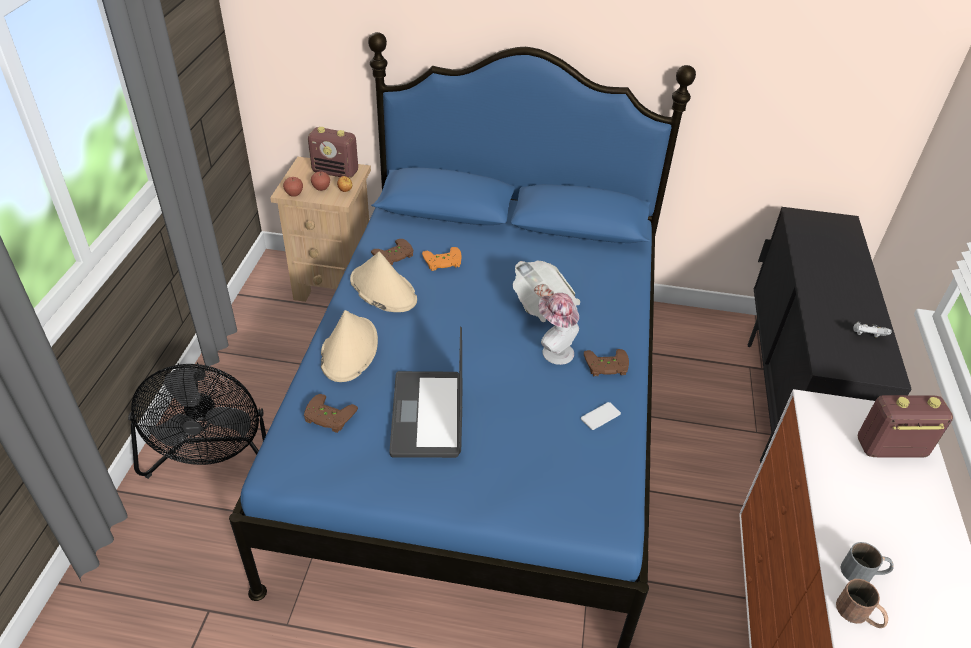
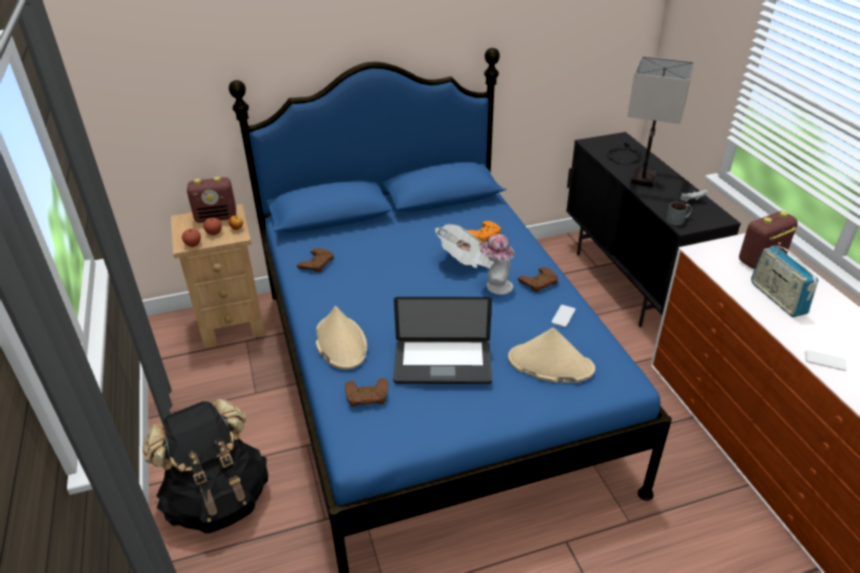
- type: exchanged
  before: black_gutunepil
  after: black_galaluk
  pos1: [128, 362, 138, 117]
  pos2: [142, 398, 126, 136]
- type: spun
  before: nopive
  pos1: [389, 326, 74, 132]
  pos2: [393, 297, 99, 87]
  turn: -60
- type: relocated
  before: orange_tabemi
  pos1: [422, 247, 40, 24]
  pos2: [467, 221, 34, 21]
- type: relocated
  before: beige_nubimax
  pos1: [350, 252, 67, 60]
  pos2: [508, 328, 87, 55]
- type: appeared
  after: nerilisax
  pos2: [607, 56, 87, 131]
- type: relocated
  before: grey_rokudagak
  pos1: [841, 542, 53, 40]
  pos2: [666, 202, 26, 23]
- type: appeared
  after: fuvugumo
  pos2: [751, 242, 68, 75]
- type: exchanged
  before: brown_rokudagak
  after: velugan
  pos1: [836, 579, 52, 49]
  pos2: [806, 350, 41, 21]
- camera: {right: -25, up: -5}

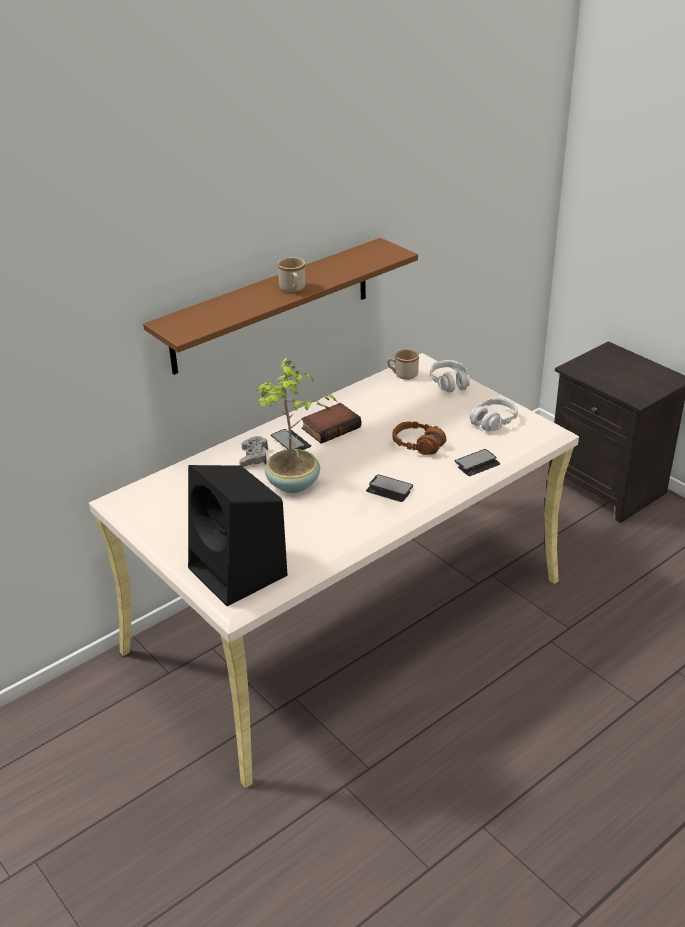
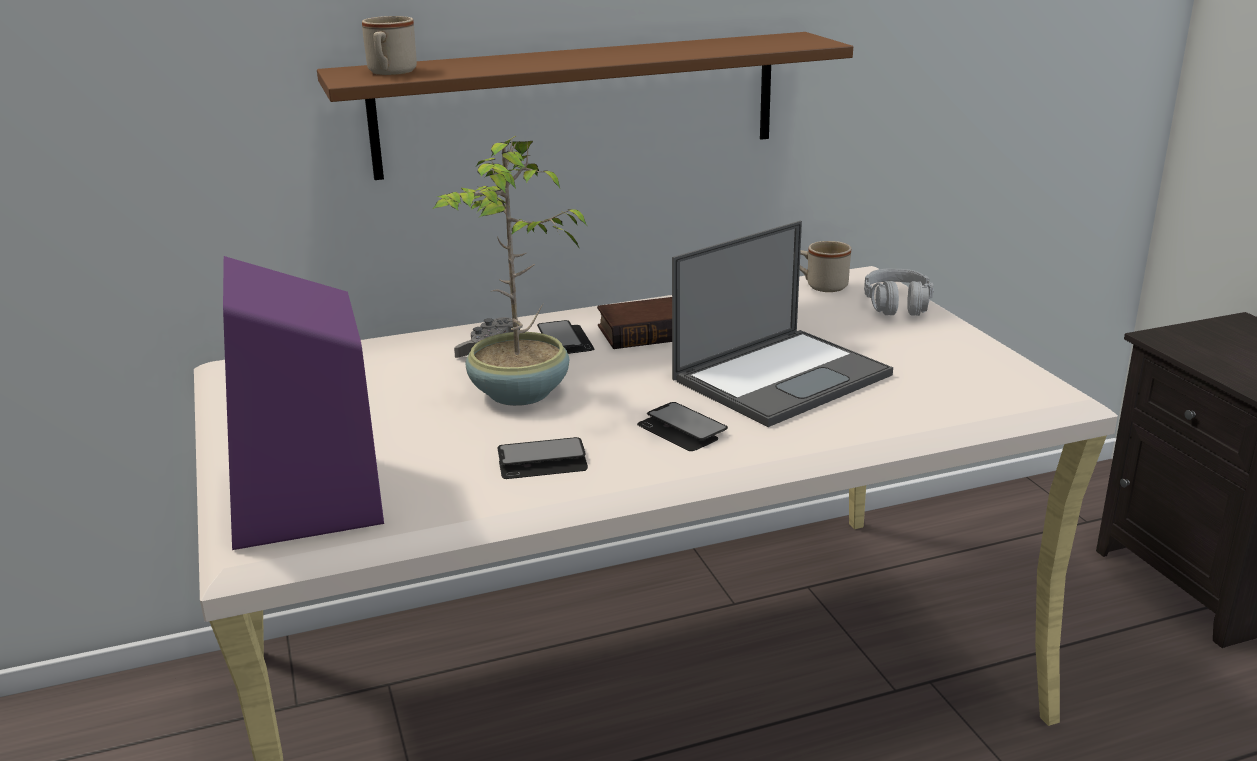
- type: colour
  before: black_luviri
  after: purple_luviri
  pos1: [188, 465, 100, 141]
  pos2: [223, 256, 161, 294]
- type: relocated
  before: beige_rokudagak
  pos1: [278, 257, 28, 35]
  pos2: [362, 16, 55, 59]
- type: relocated
  before: velugan
  pos1: [455, 449, 45, 27]
  pos2: [498, 437, 90, 42]
- type: exchanged
  before: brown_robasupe
  after: nopive
  pos1: [393, 421, 53, 34]
  pos2: [672, 221, 221, 206]
- type: missing
  before: grey_robasupe
  pos1: [470, 397, 48, 35]
- camera: {right: 20, up: -10}

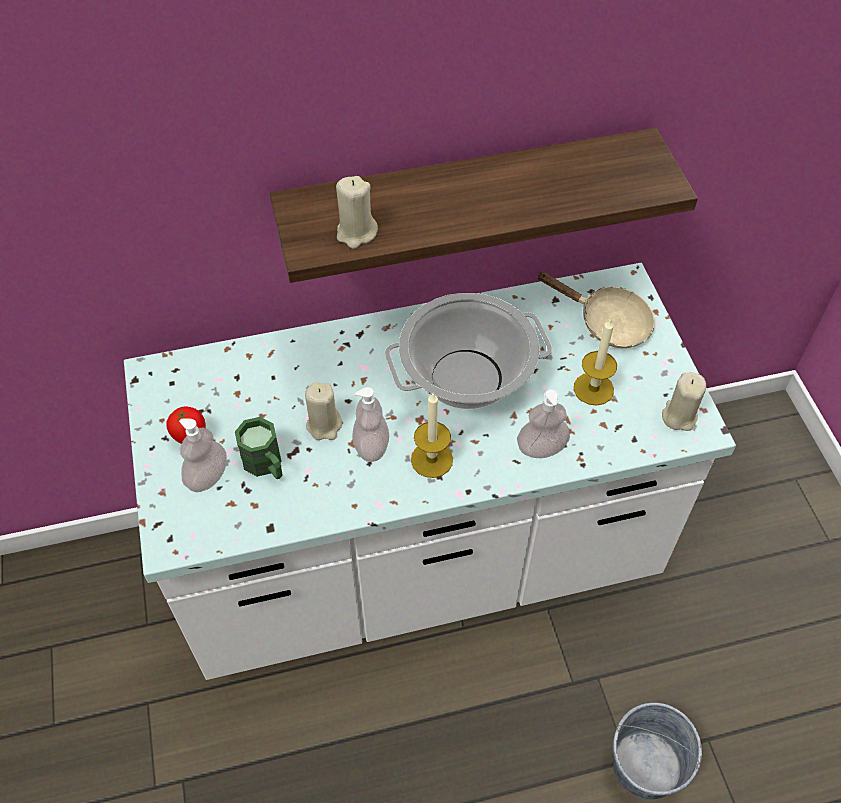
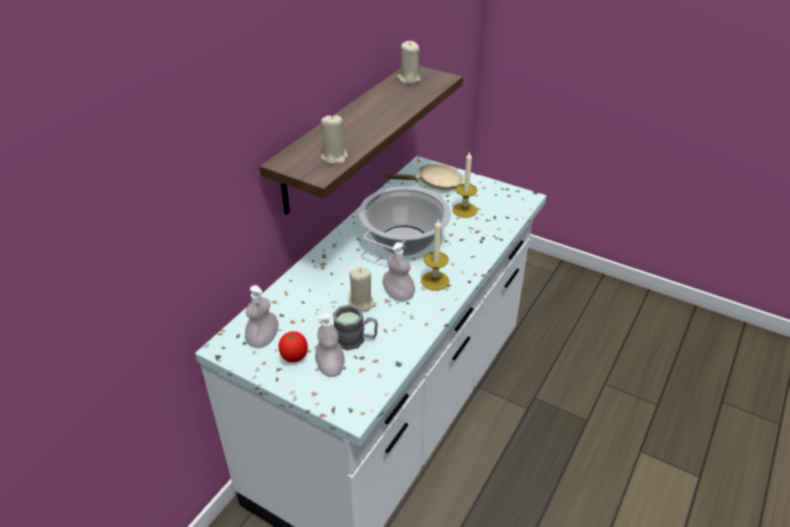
- type: relocated
  before: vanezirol
  pos1: [517, 389, 53, 69]
  pos2: [245, 285, 34, 63]
- type: colour
  before: green_rokudagak
  after: grey_rokudagak
  pos1: [235, 417, 48, 62]
  pos2: [333, 305, 45, 46]
- type: relocated
  before: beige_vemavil
  pos1: [662, 372, 44, 59]
  pos2: [397, 41, 24, 43]
- type: missing
  before: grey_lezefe
  pos1: [613, 702, 89, 98]
- camera: {right: -45, up: -15}

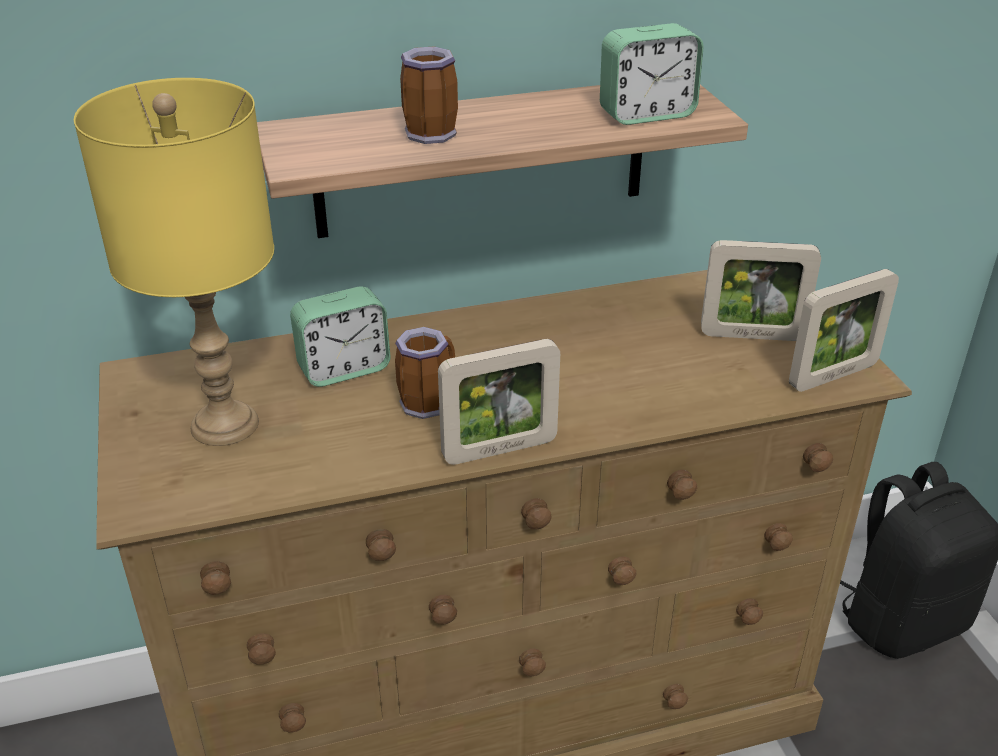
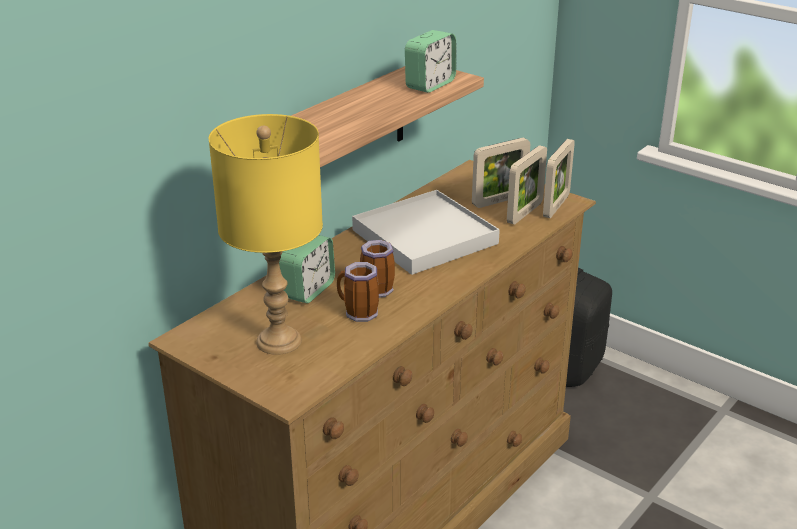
- type: relocated
  before: rokudagak
  pos1: [400, 46, 58, 98]
  pos2: [337, 262, 42, 60]
- type: appeared
  after: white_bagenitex
  pos2: [352, 190, 148, 85]
- type: relocated
  before: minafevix
  pos1: [438, 339, 122, 126]
  pos2: [507, 145, 40, 80]
- camera: {right: -35, up: -5}

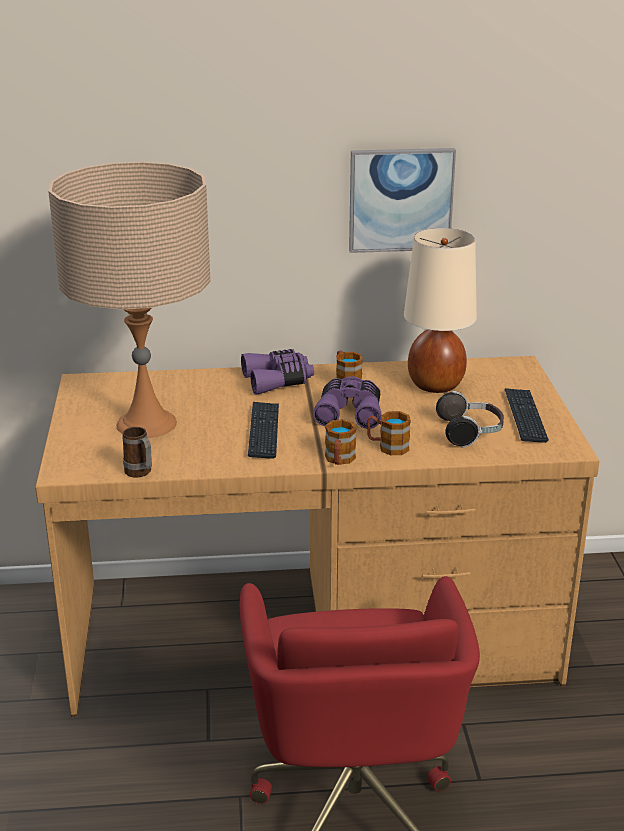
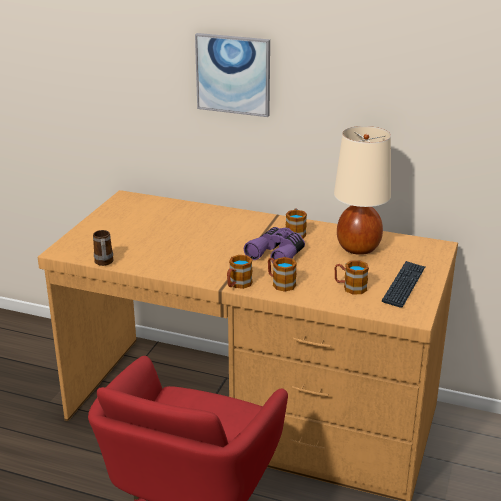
- type: relocated
  before: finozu
  pos1: [349, 148, 107, 105]
  pos2: [195, 33, 75, 84]
- type: exchanged
  before: robasupe
  after: rokudagak
  pos1: [436, 391, 68, 57]
  pos2: [334, 260, 35, 34]
- type: missing
  before: beige_nerilisax
  pos1: [48, 162, 163, 276]
- type: missing
  before: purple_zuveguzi
  pos1: [241, 349, 73, 46]
- type: missing
  before: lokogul
  pos1: [248, 402, 31, 57]
- camera: {right: 25, up: 0}

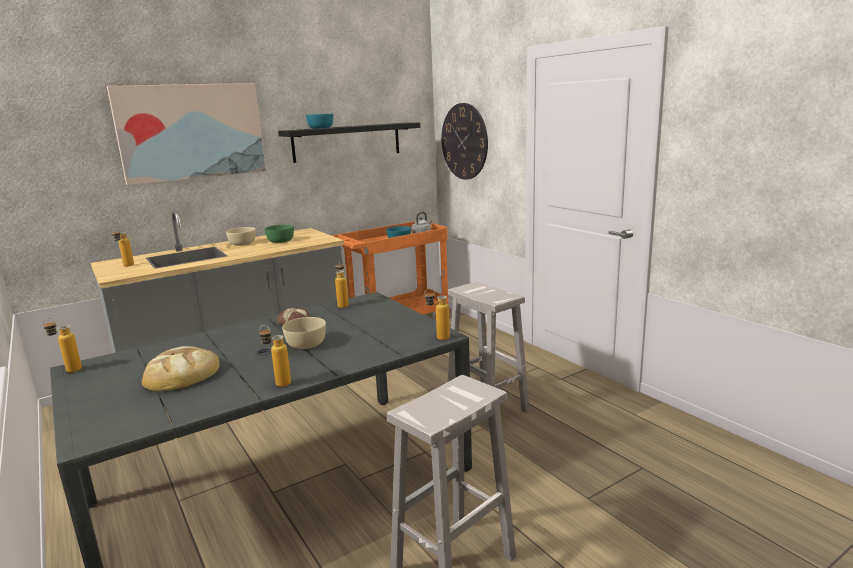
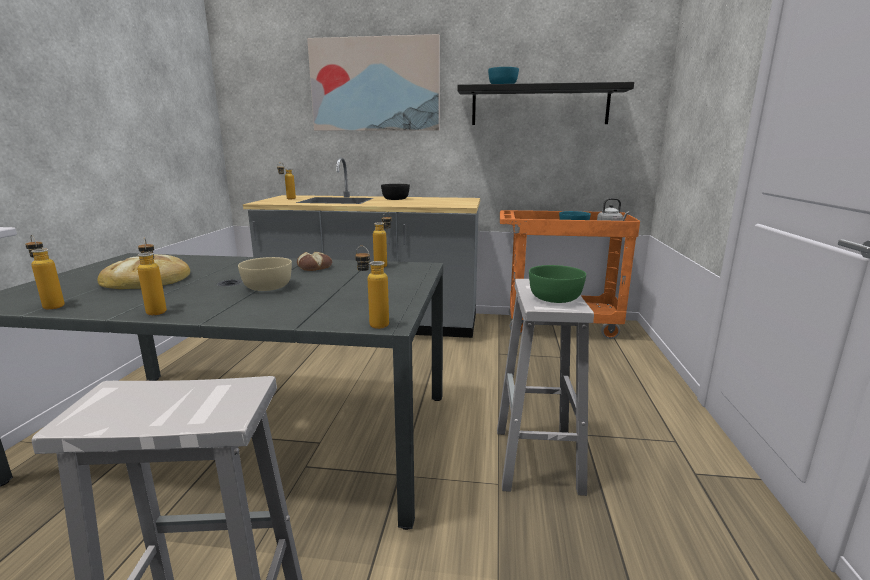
- type: relocated
  before: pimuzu
  pos1: [43, 318, 39, 55]
  pos2: [25, 235, 40, 75]
- type: colour
  before: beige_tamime
  after: black_tamime
  pos1: [226, 227, 30, 19]
  pos2: [381, 184, 29, 16]
- type: relocated
  before: green_tamime
  pos1: [265, 224, 29, 19]
  pos2: [529, 265, 57, 38]
- type: missing
  before: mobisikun
  pos1: [441, 103, 47, 77]
- camera: {right: 40, up: 0}

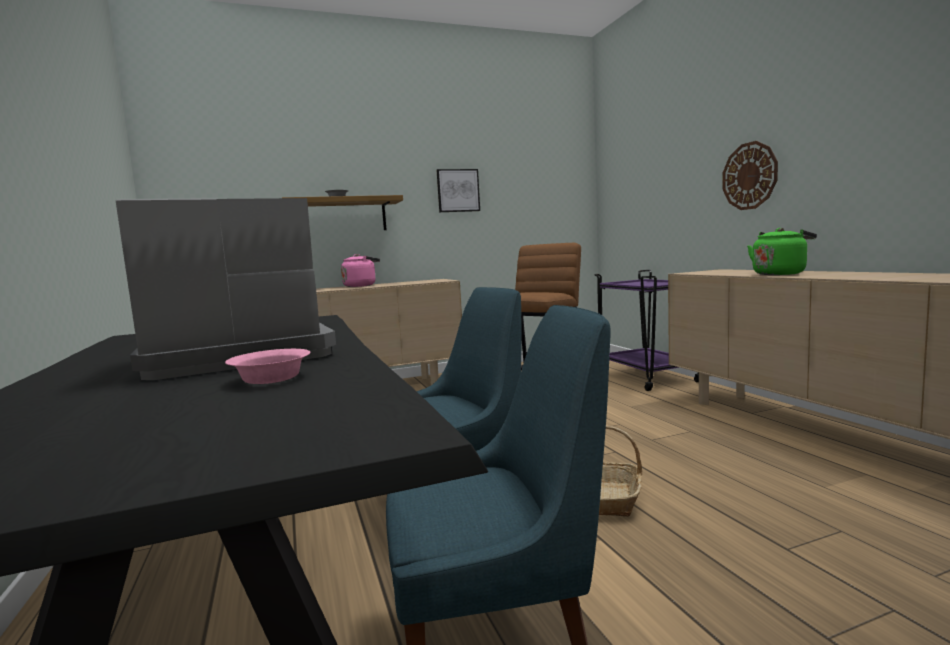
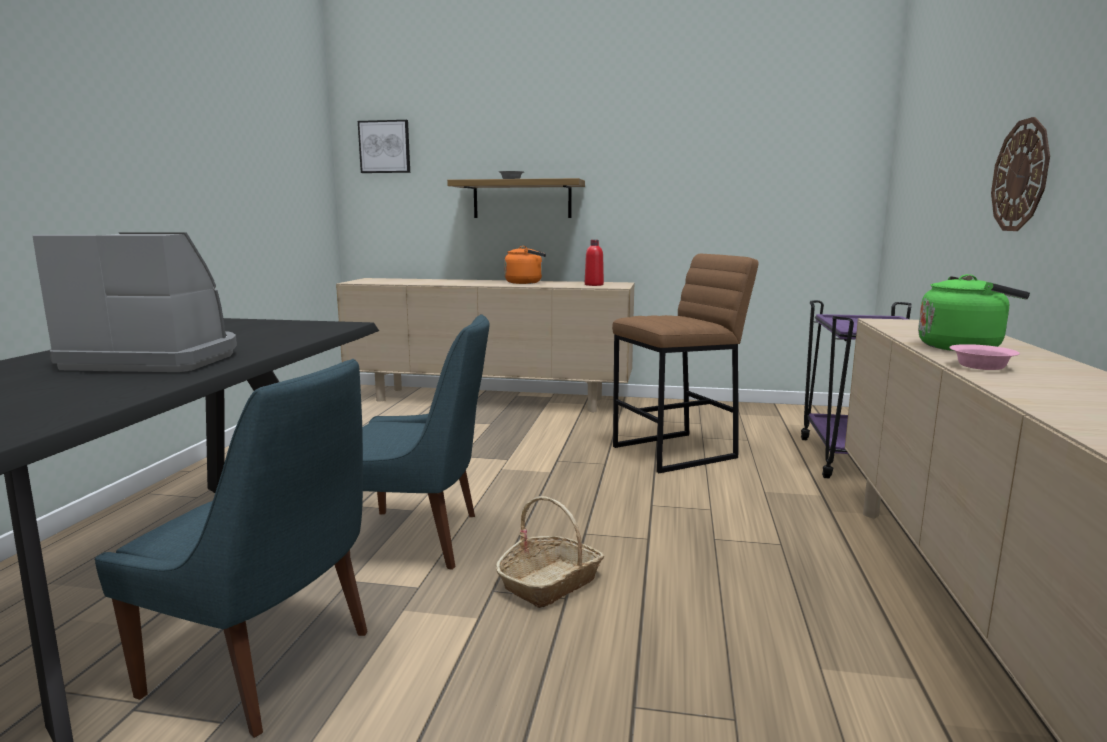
- type: relocated
  before: finozu
  pos1: [437, 169, 43, 43]
  pos2: [358, 120, 52, 53]
- type: colour
  before: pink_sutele
  after: orange_sutele
  pos1: [341, 254, 39, 33]
  pos2: [504, 246, 42, 38]
- type: appeared
  after: red_pimuzu
  pos2: [585, 240, 19, 46]
- type: relocated
  before: pink_tamime
  pos1: [225, 349, 85, 35]
  pos2: [949, 344, 71, 26]
- camera: {right: 30, up: 5}

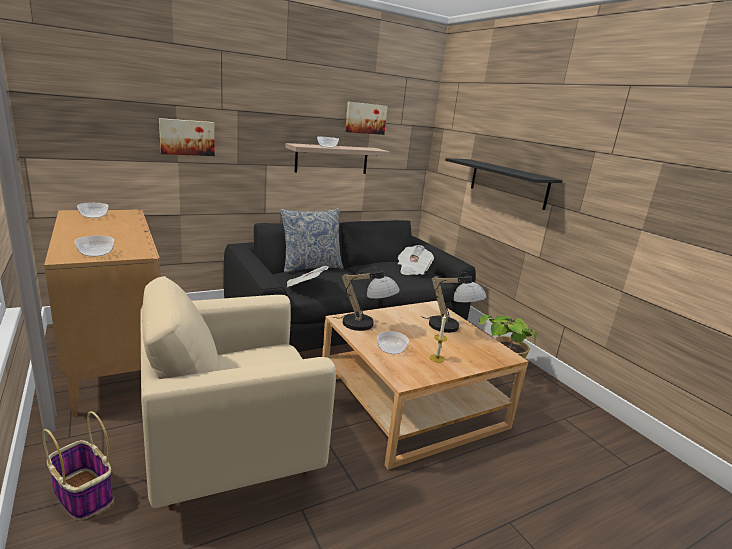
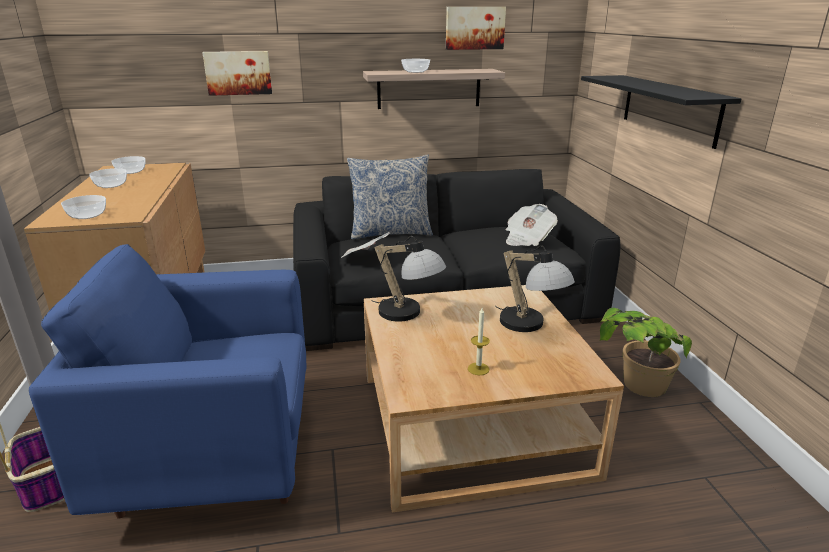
- type: colour
  before: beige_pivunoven
  after: blue_pivunoven
  pos1: [140, 276, 196, 235]
  pos2: [29, 244, 278, 274]
- type: relocated
  before: tamime
  pos1: [377, 331, 32, 23]
  pos2: [89, 168, 38, 20]
- camera: {right: 20, up: 5}

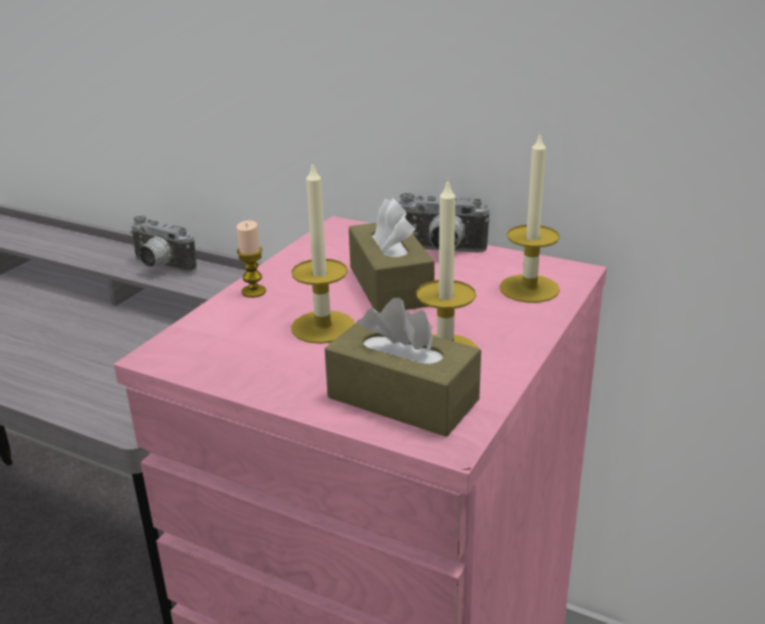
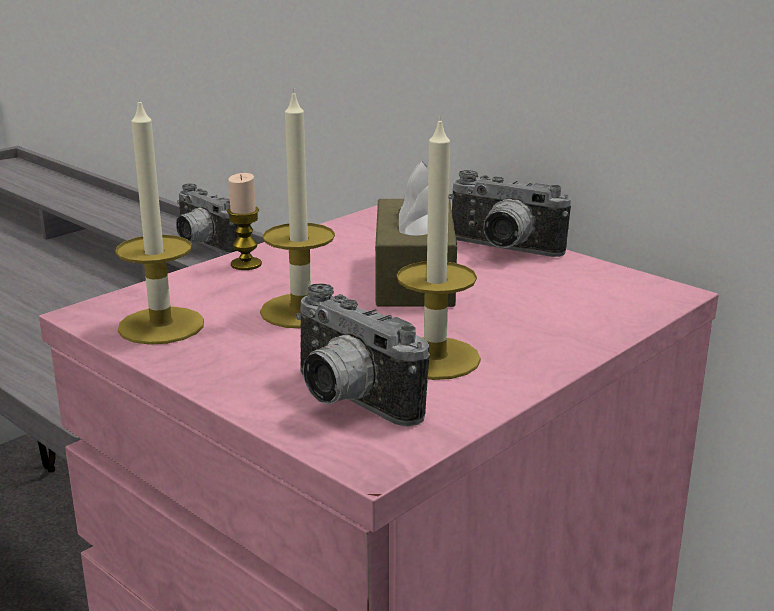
- type: relocated
  before: vemavil
  pos1: [499, 135, 61, 168]
  pos2: [115, 97, 89, 248]
- type: exchanged
  before: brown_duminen
  after: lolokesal
  pos1: [325, 298, 156, 139]
  pos2: [296, 283, 134, 143]
- camera: {right: 15, up: -5}

